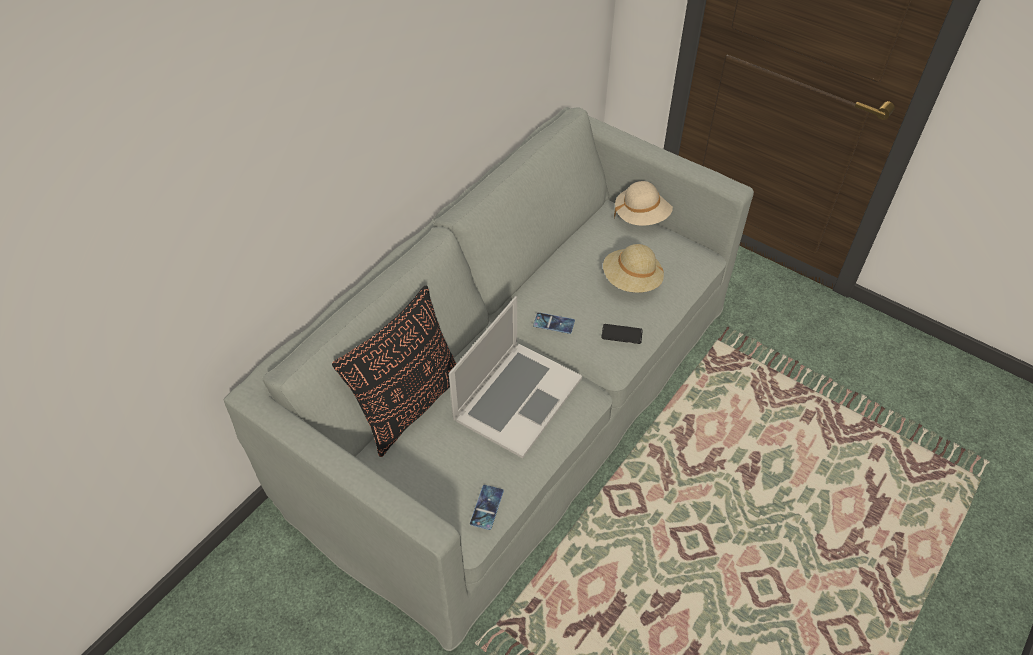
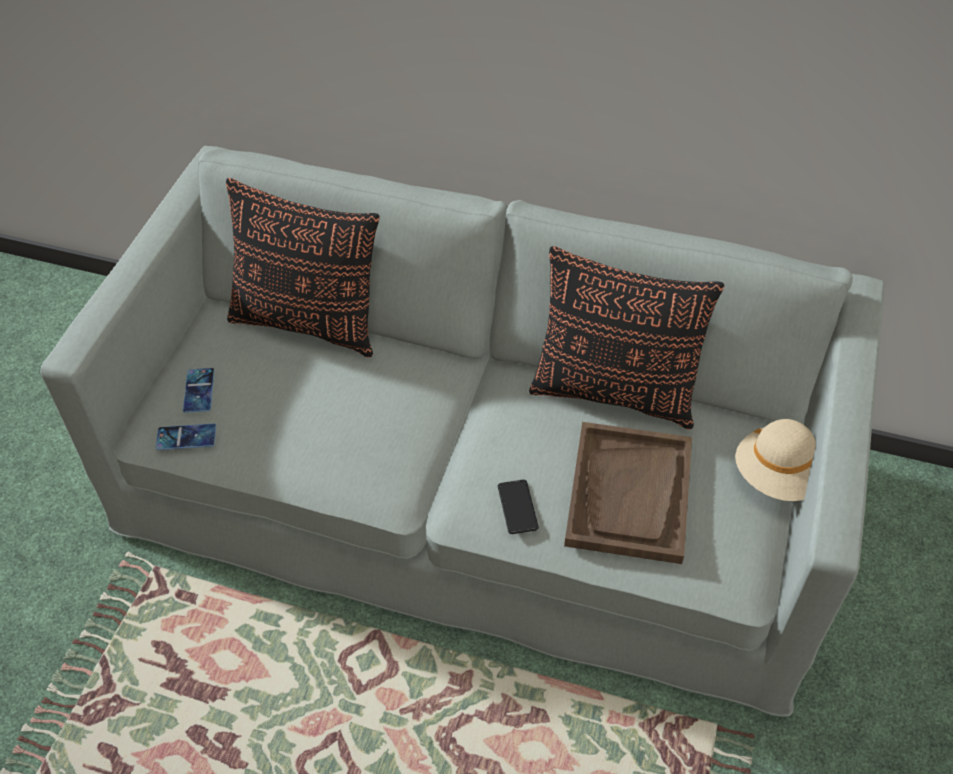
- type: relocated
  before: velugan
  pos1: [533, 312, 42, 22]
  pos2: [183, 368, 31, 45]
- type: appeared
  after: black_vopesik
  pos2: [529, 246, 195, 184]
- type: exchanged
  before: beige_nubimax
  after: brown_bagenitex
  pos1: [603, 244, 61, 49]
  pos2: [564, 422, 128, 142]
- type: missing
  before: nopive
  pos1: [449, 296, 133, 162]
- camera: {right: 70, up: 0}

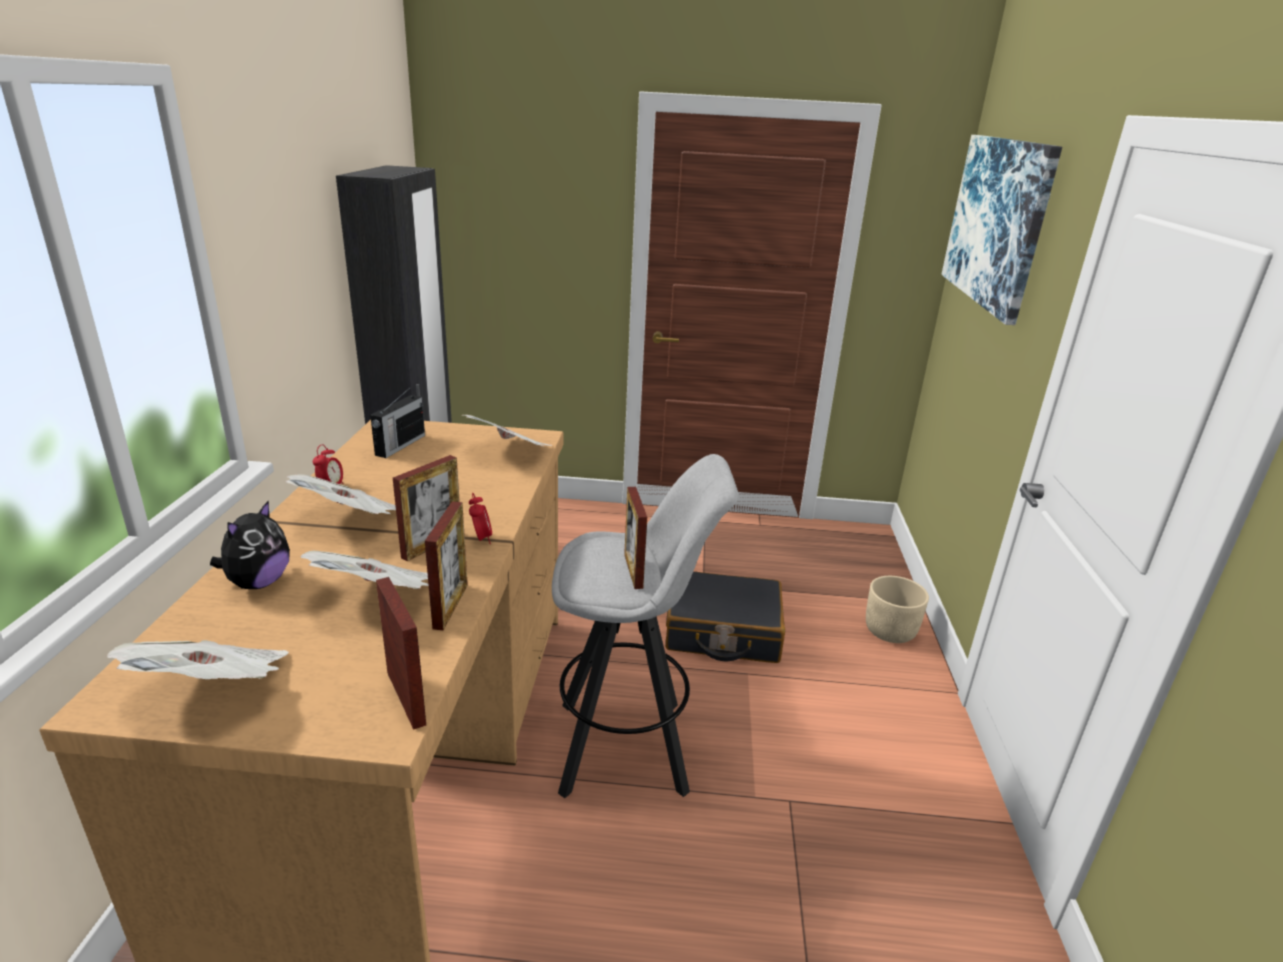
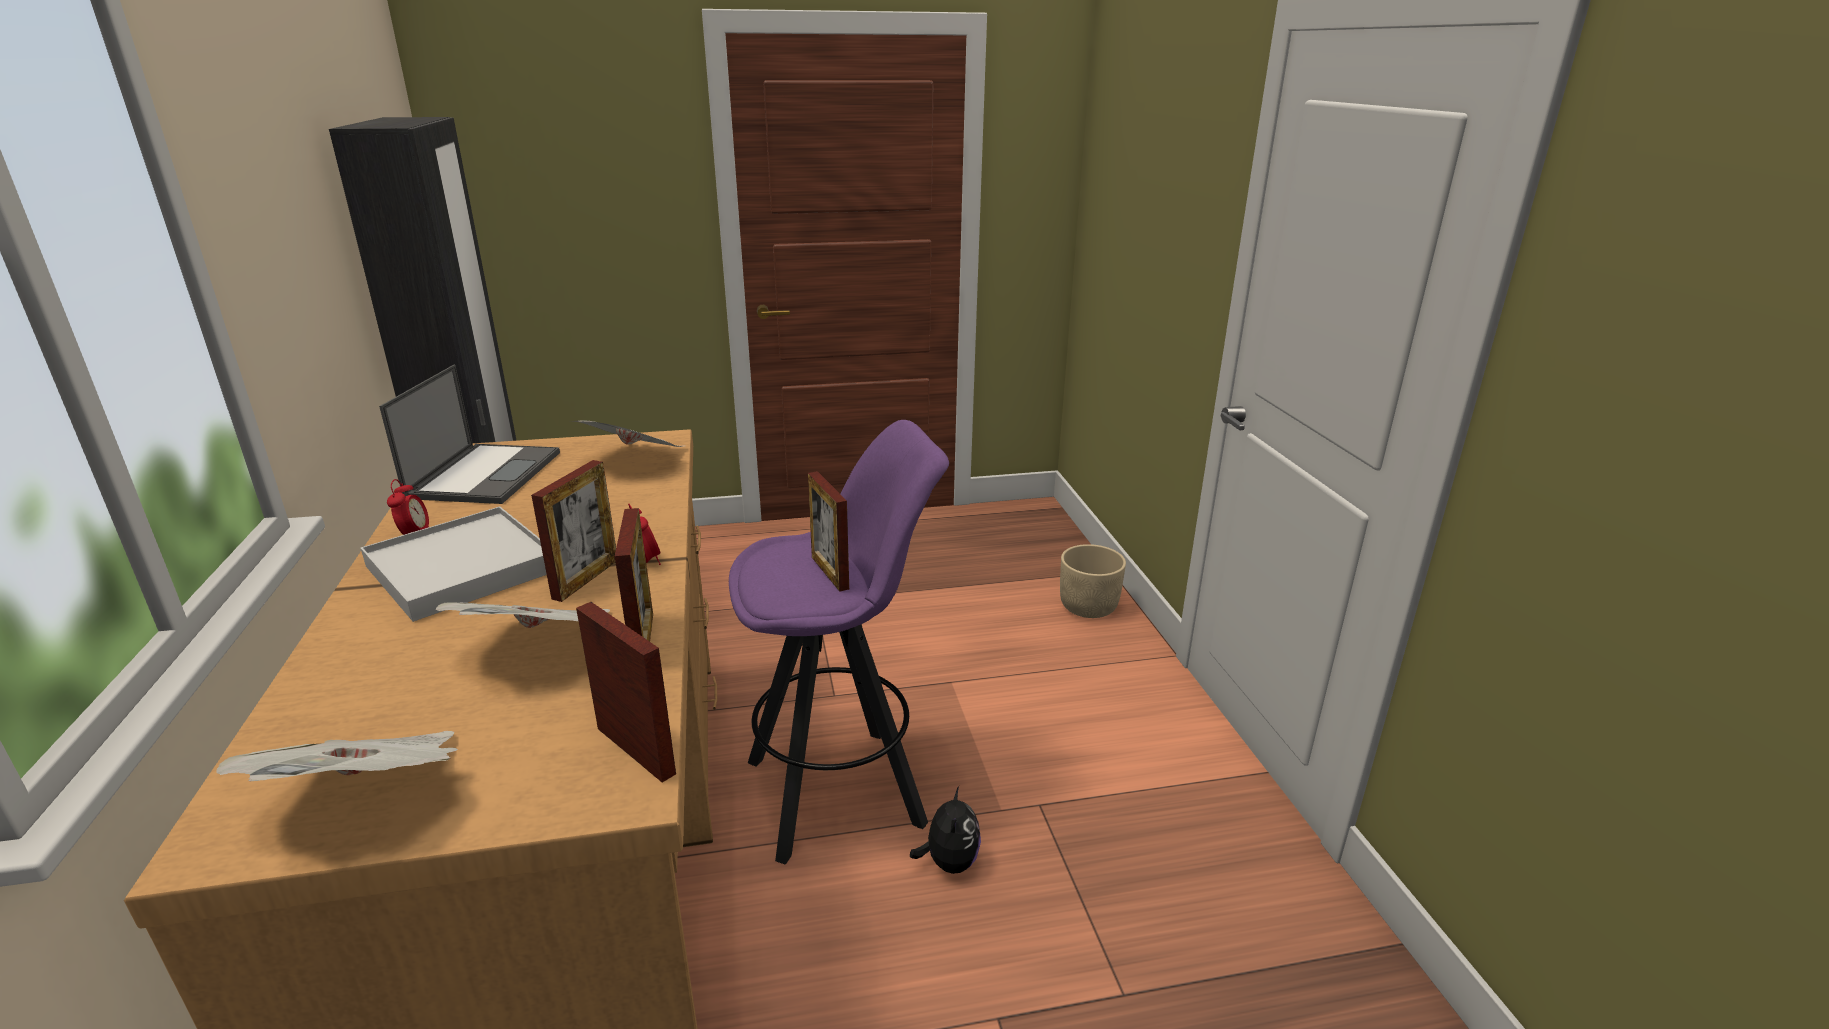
- type: exchanged
  before: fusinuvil
  after: white_bagenitex
  pos1: [285, 474, 111, 40]
  pos2: [361, 506, 186, 116]
- type: exchanged
  before: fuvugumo
  after: nopive
  pos1: [370, 387, 55, 71]
  pos2: [379, 365, 181, 139]
- type: colour
  before: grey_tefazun
  after: purple_tefazun
  pos1: [552, 454, 186, 344]
  pos2: [729, 420, 220, 445]
- type: relocated
  before: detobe
  pos1: [210, 500, 80, 89]
  pos2: [910, 786, 71, 88]
- type: missing
  before: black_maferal
  pos1: [665, 571, 120, 92]
- type: missing
  before: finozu
  pos1: [941, 135, 121, 190]
- camera: {right: -15, up: 0}

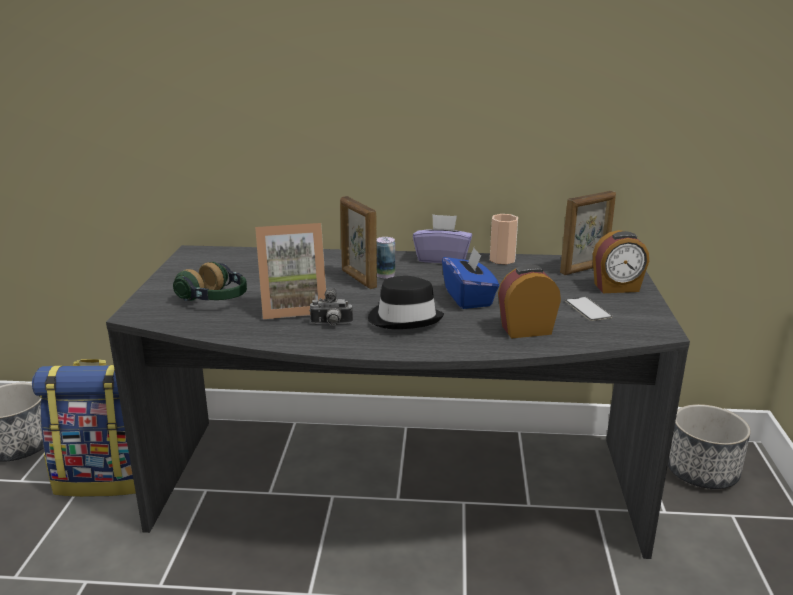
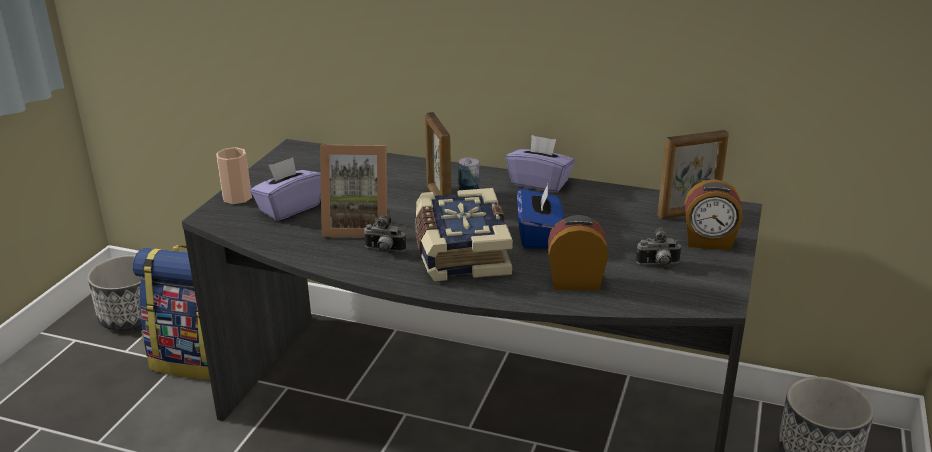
- type: relocated
  before: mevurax
  pos1: [490, 214, 28, 50]
  pos2: [216, 147, 36, 57]
- type: exchanged
  before: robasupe
  after: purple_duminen
  pos1: [173, 262, 74, 39]
  pos2: [250, 157, 71, 64]
- type: exchanged
  before: black_nubimax
  after: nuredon
  pos1: [368, 276, 76, 53]
  pos2: [415, 188, 98, 93]
- type: exchanged
  before: velugan
  after: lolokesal
  pos1: [565, 297, 48, 24]
  pos2: [636, 227, 46, 39]
- camera: {right: 15, up: 5}

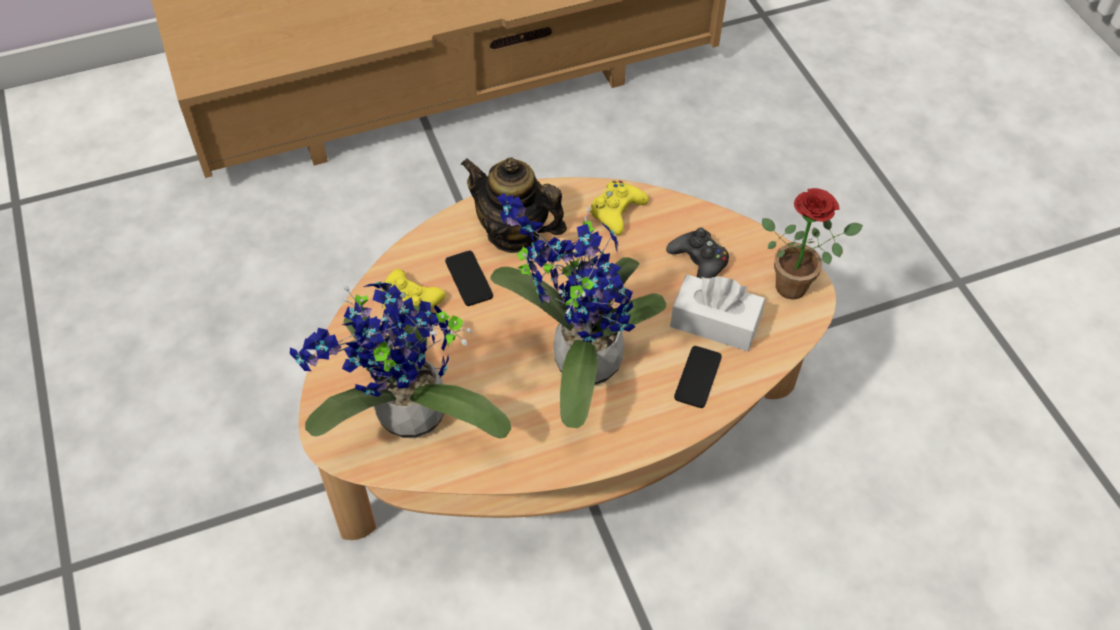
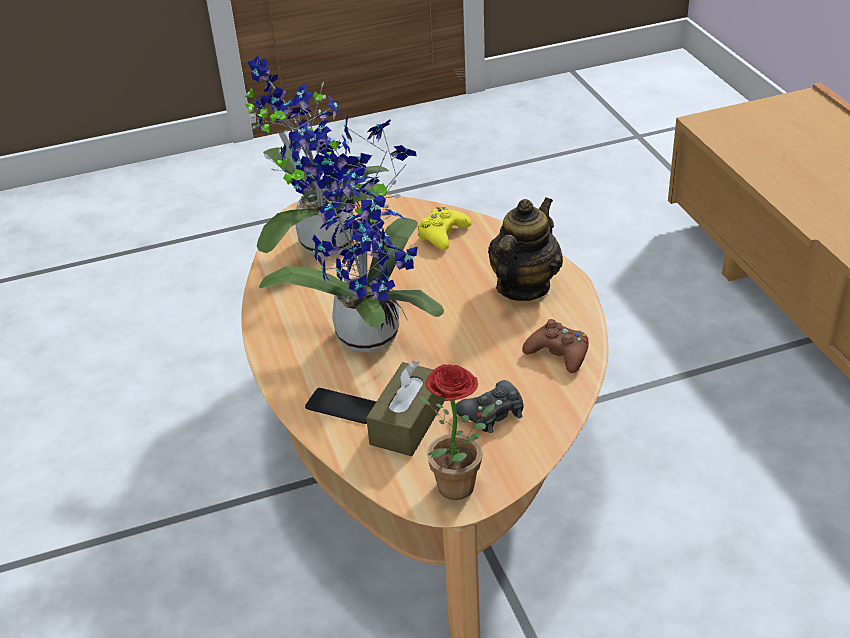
- type: colour
  before: white_duminen
  after: brown_duminen
  pos1: [670, 274, 95, 77]
  pos2: [366, 361, 79, 95]
- type: colour
  before: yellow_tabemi
  after: brown_tabemi
  pos1: [590, 181, 59, 54]
  pos2: [522, 319, 67, 54]
- type: missing
  before: velugan
  pos1: [445, 251, 48, 55]
- camera: {right: 95, up: -15}

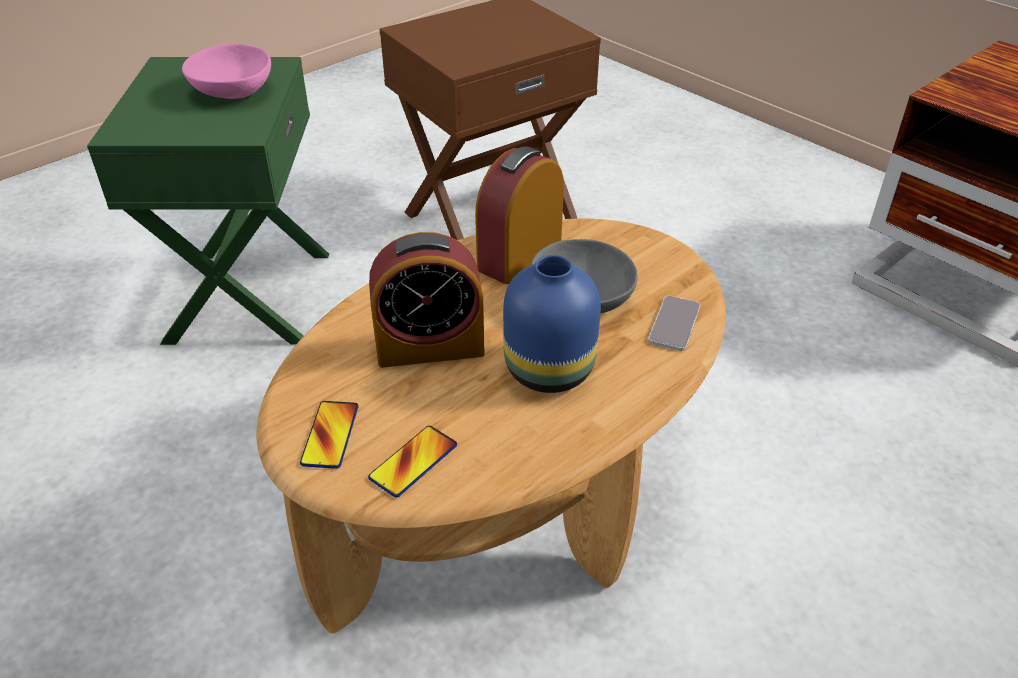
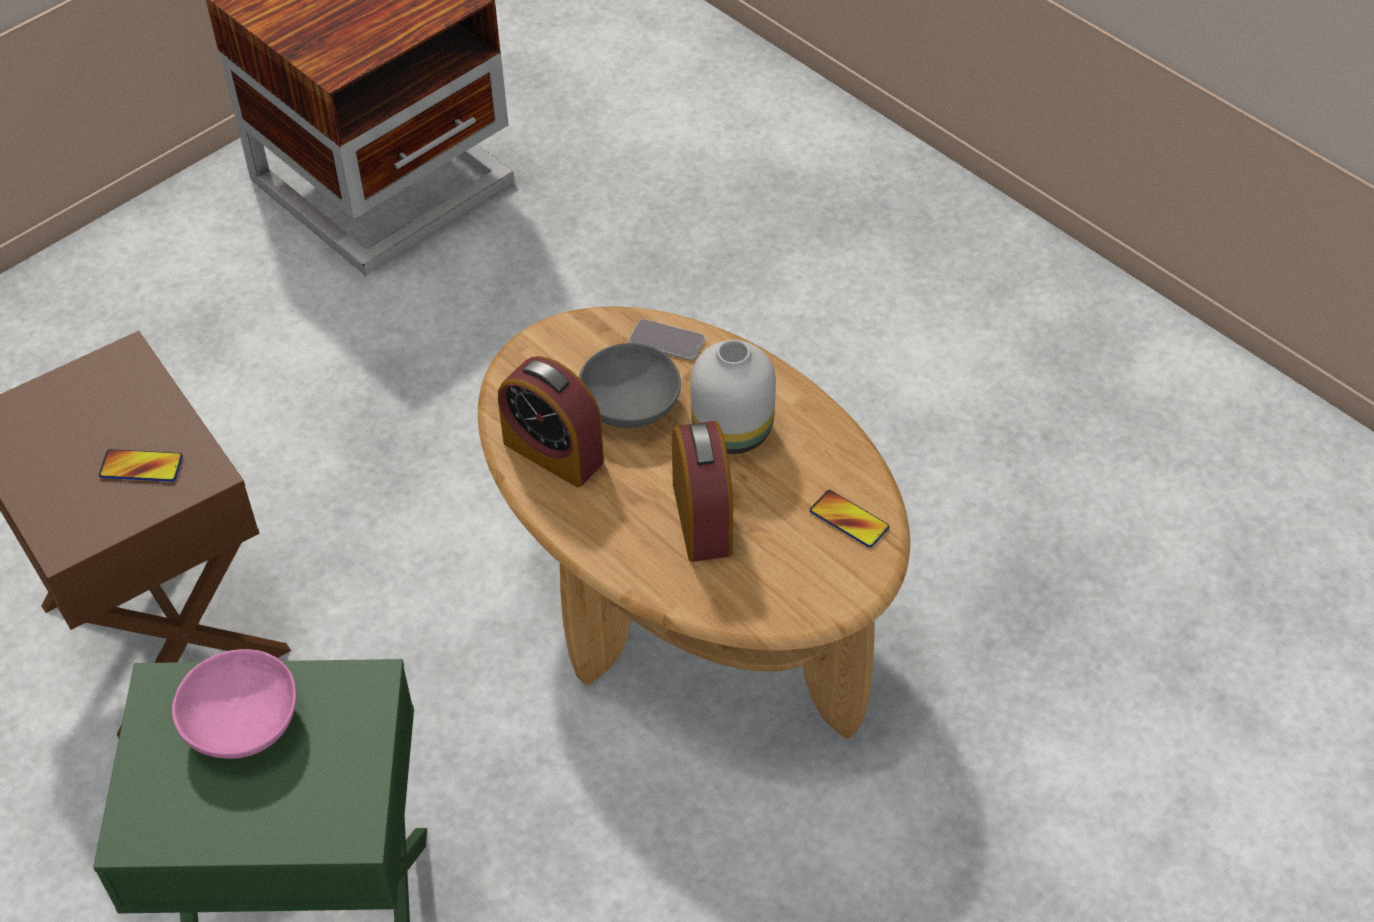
- type: relocated
  before: velugan
  pos1: [300, 401, 58, 68]
  pos2: [99, 449, 84, 33]
- type: colour
  before: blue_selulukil
  after: white_selulukil
  pos1: [503, 255, 98, 138]
  pos2: [691, 340, 85, 114]
- camera: {right: -90, up: 10}

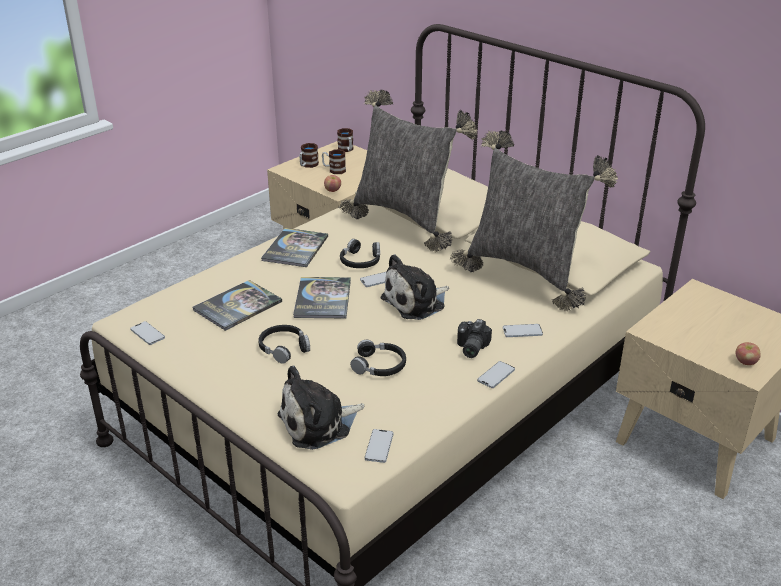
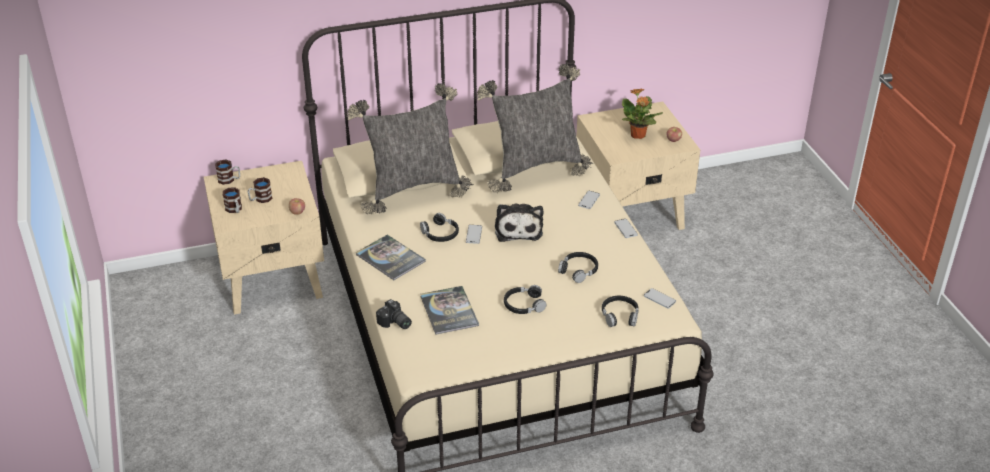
- type: relocated
  before: lolokesal
  pos1: [457, 319, 35, 39]
  pos2: [376, 299, 36, 30]
- type: exchanged
  before: detobe
  after: black_robasupe
  pos1: [278, 365, 86, 85]
  pos2: [602, 296, 37, 31]
- type: appeared
  after: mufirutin
  pos2: [622, 89, 41, 50]
- type: missing
  before: velugan
  pos1: [130, 321, 35, 24]
- type: missing
  before: nuredon
  pos1: [293, 277, 58, 42]
- camera: {right: -60, up: 5}

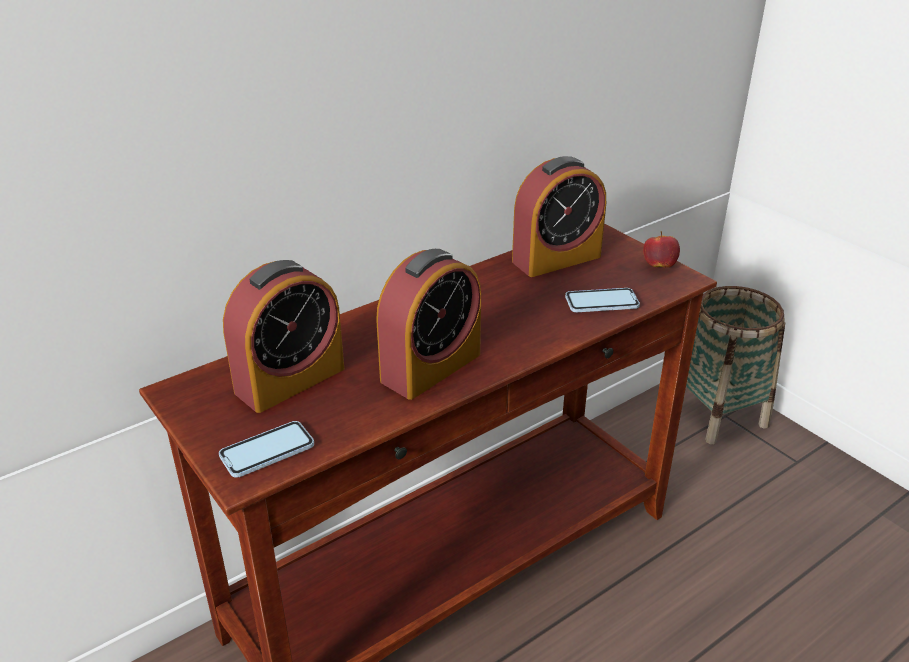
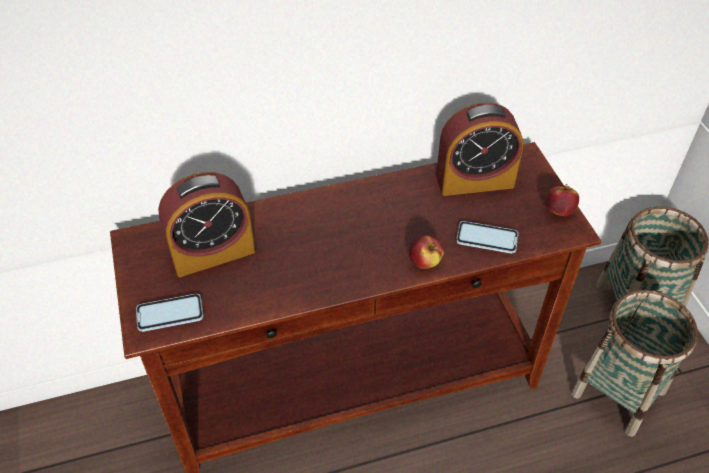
- type: appeared
  after: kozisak
  pos2: [409, 235, 35, 34]
- type: appeared
  after: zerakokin
  pos2: [571, 290, 127, 147]
- type: missing
  before: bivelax
  pos1: [376, 249, 105, 151]
- camera: {right: 20, up: 15}

